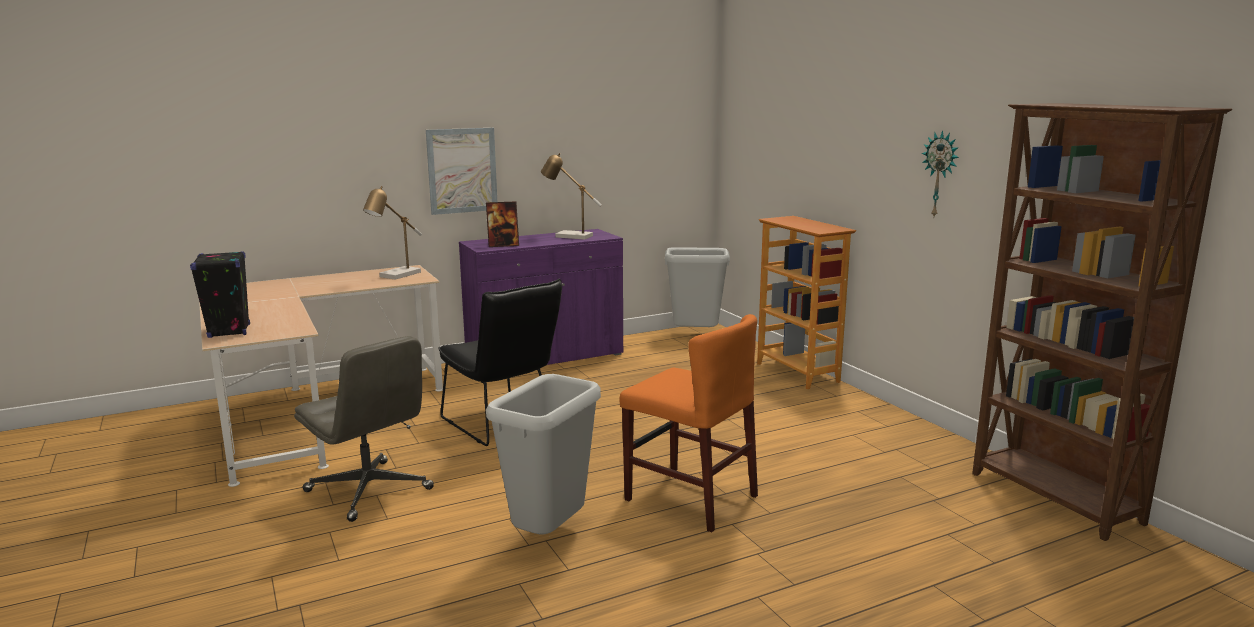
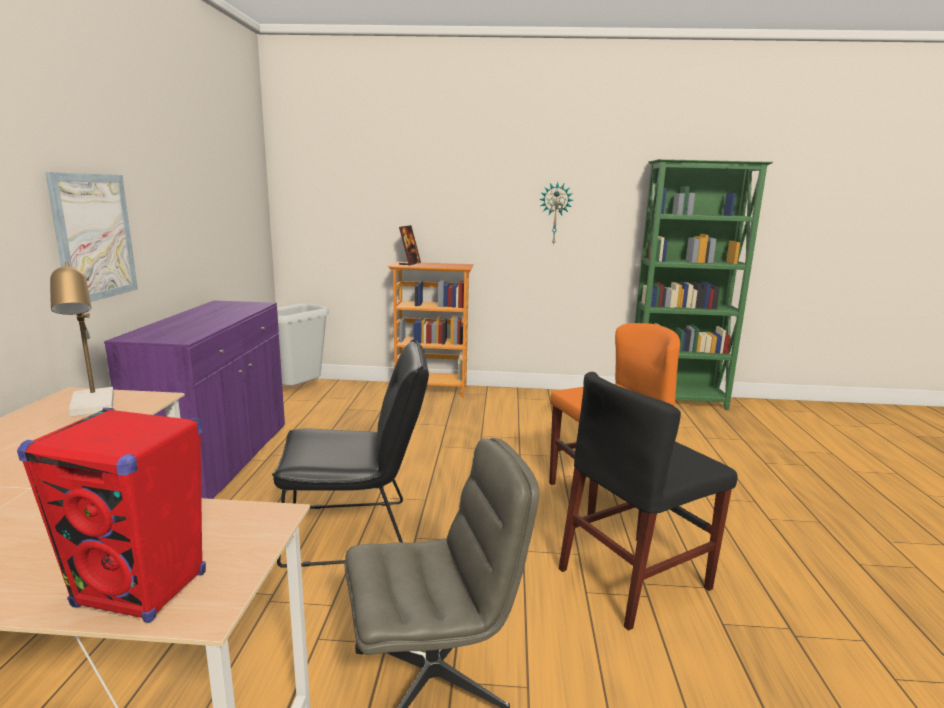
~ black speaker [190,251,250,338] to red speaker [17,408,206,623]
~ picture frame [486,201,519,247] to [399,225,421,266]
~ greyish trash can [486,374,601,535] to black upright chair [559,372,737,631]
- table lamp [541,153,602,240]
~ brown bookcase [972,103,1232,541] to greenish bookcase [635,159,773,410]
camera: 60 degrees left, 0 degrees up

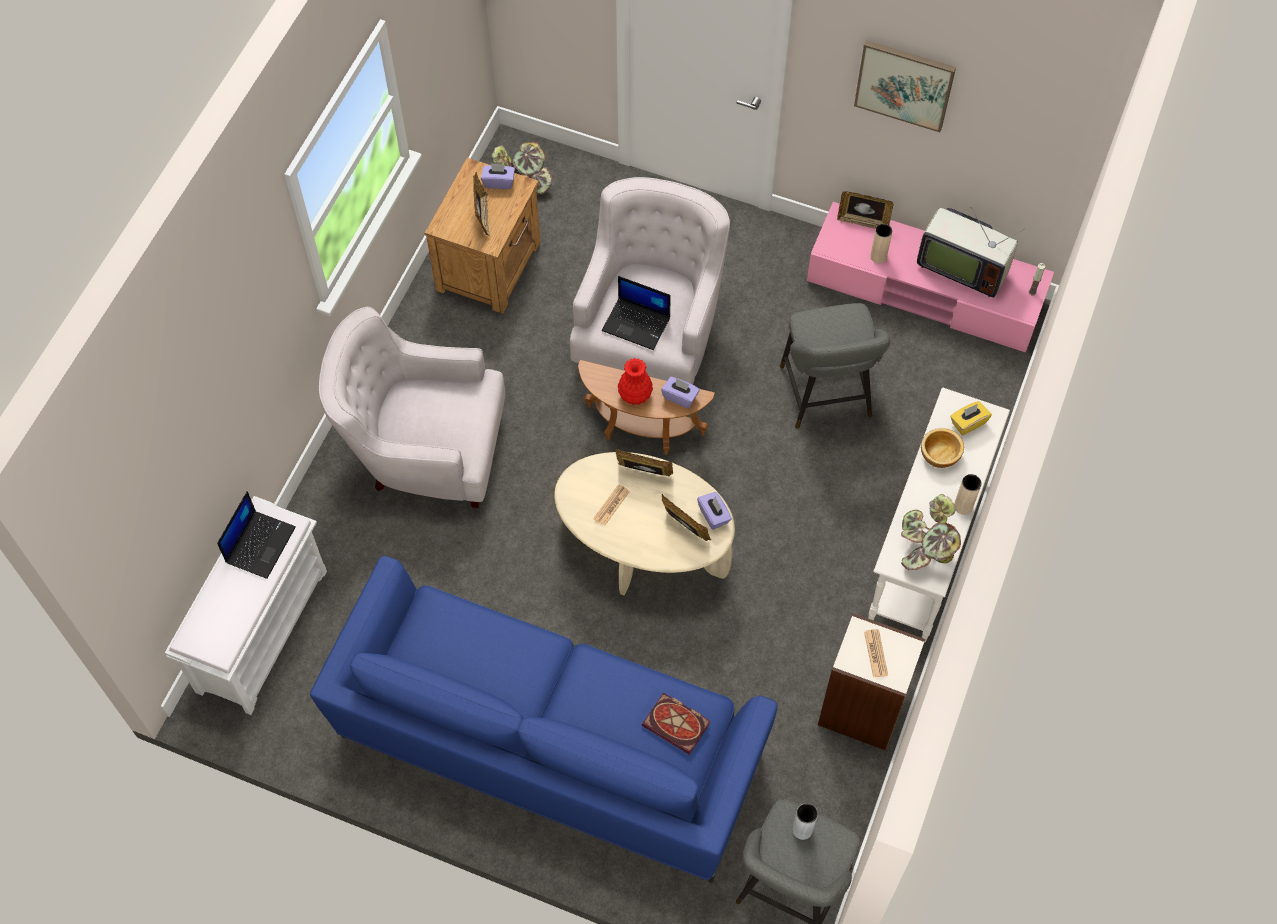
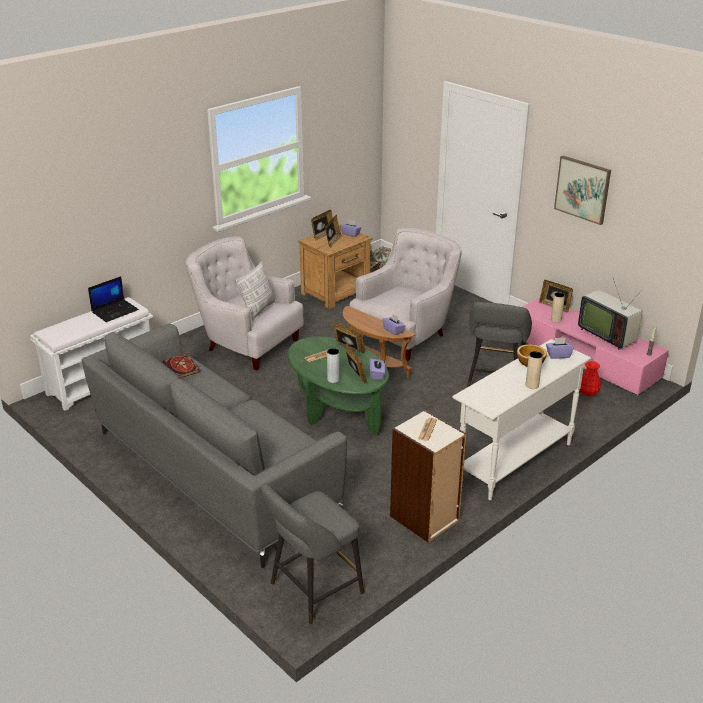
~ bluish sofa [310,556,778,883] to greyish sofa [81,324,347,568]
~ sand-coloured low table [554,452,735,595] to greenish low table [287,337,389,435]
- portable computer [602,276,671,350]
~ red vase [618,358,653,405] to [579,361,601,396]
~ bound book [642,692,710,755] to [163,353,200,378]
~ greyish vase [793,803,818,840] to [327,348,340,383]
- houseplant [901,494,961,570]
~ yellow-coloured tissue holder [950,401,992,436] to purplish tissue holder [546,338,574,359]
+ pillow [235,261,277,322]
+ picture frame [311,210,333,240]
camera: 25 degrees right, 30 degrees down

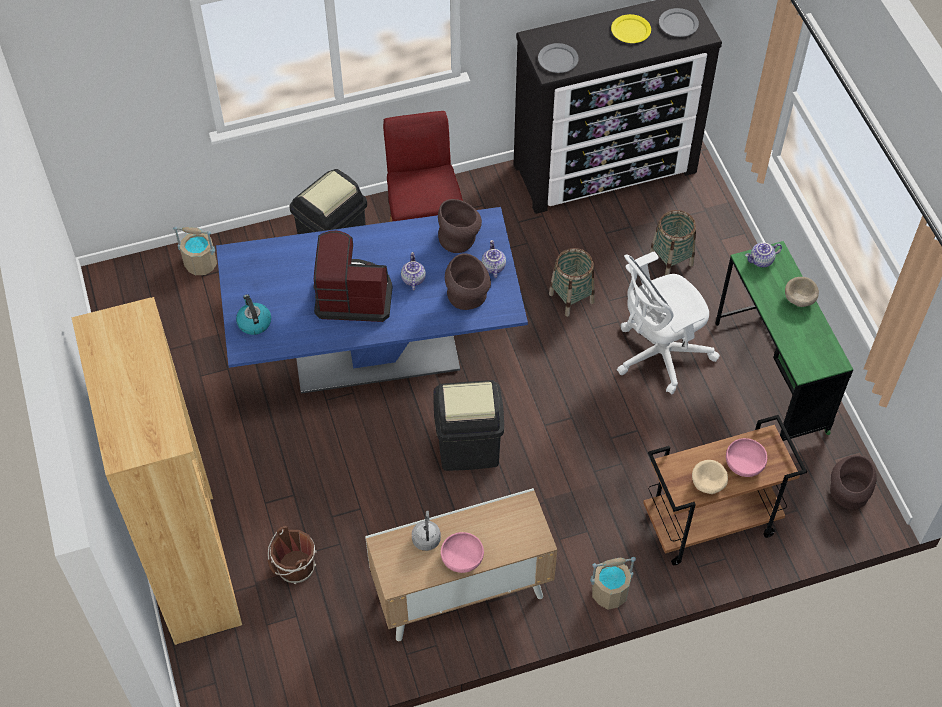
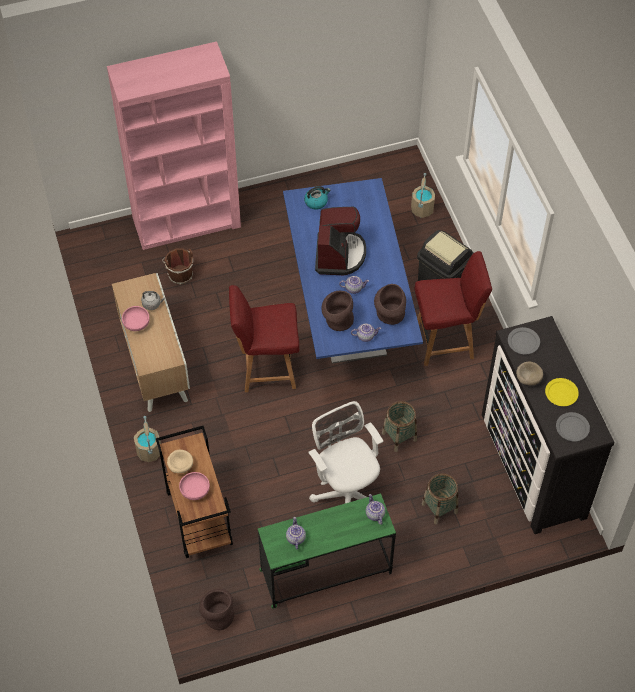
~ brown bookcase [72,297,242,645] to pinkish bookcase [107,42,241,250]
~ black trash can [433,380,504,471] to red upright chair [229,285,299,392]
~ sand-coloured deep dish [785,277,819,307] to [516,362,543,385]
+ teapot [286,517,306,550]
camera: 90 degrees right, 0 degrees up

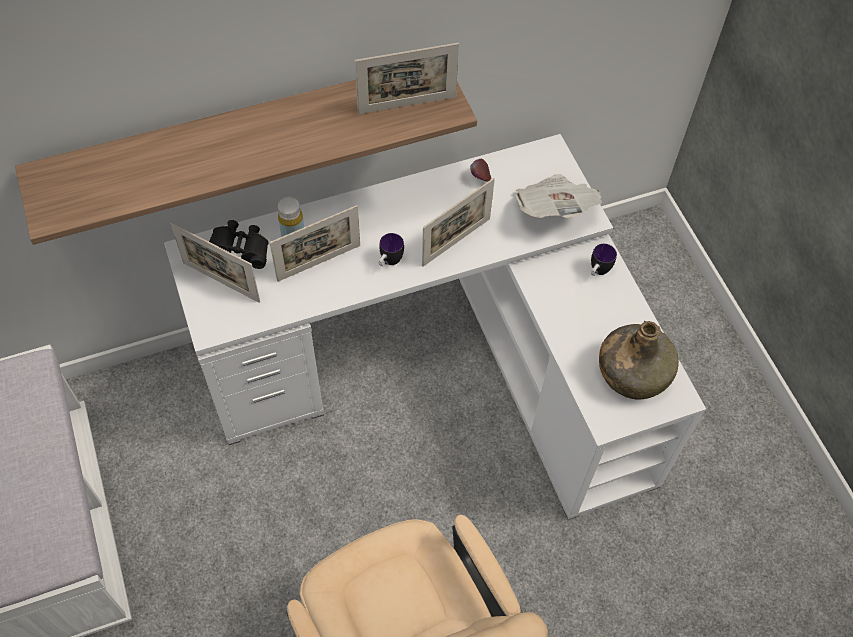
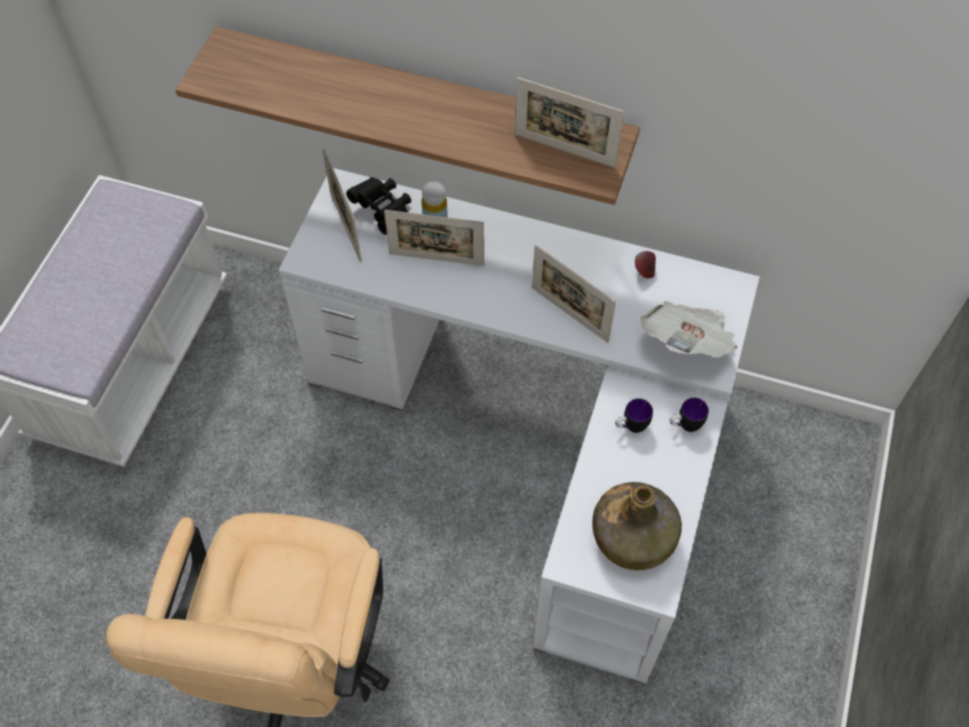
~ mug [379,233,404,266] to [615,399,653,433]
~ picture frame [422,178,495,267] = [532,245,616,343] 45 degrees clockwise
camera: 40 degrees right, 0 degrees up

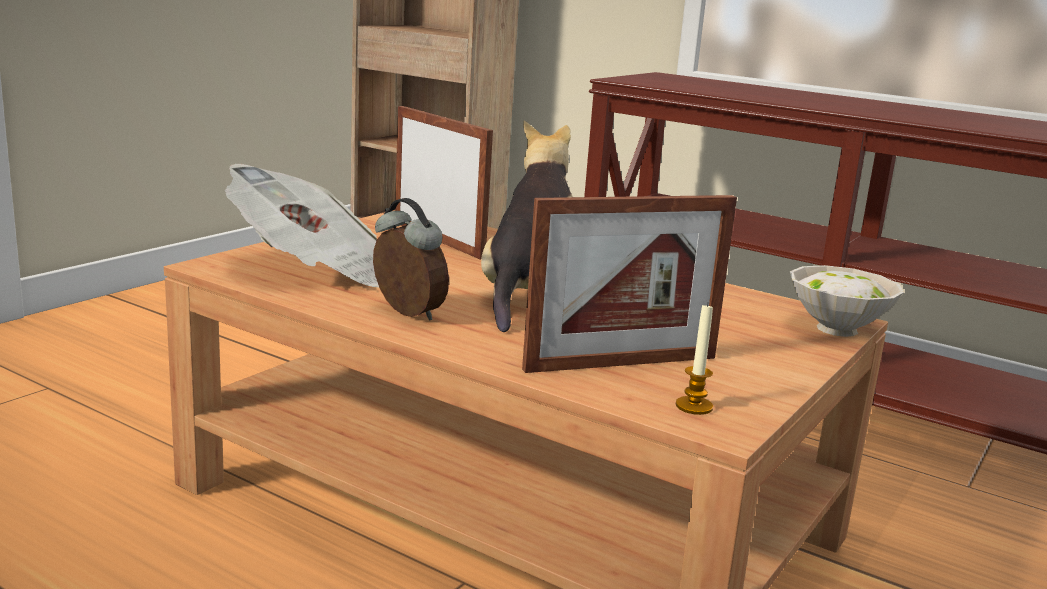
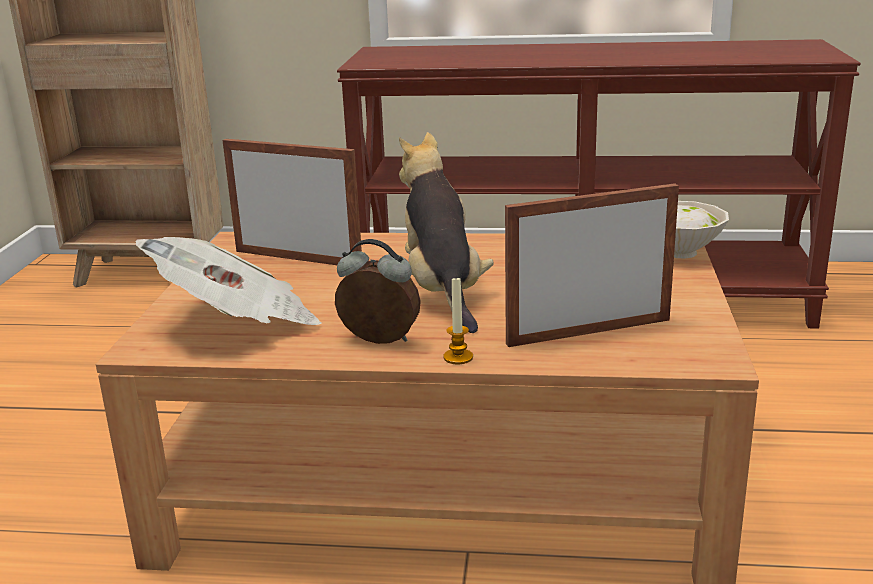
~ picture frame [522,195,737,373] = [505,183,679,347] 150 degrees counterclockwise
~ candle [676,303,713,415] to [443,278,473,364]
camera: 25 degrees left, 5 degrees up

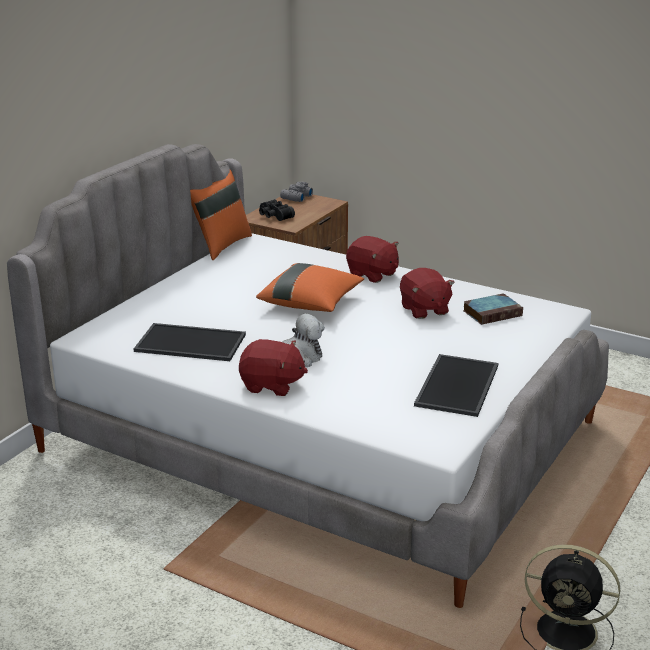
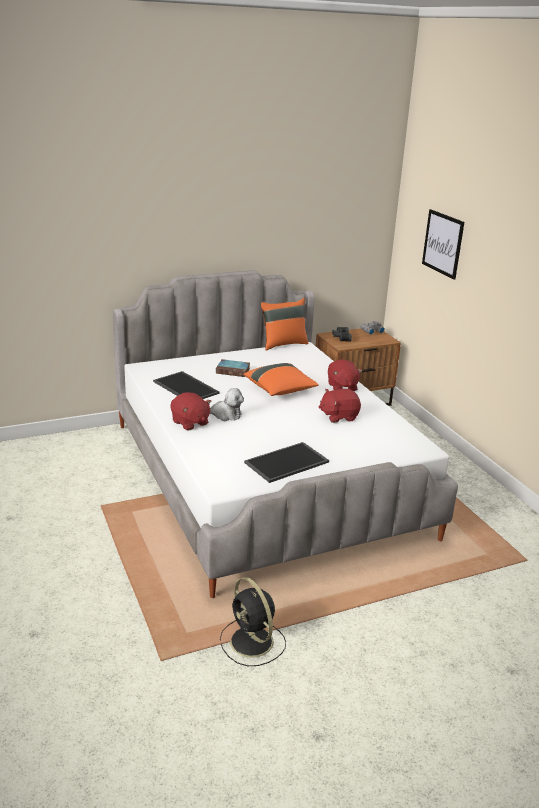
~ red cuddly toy [400,268,455,319] = [319,389,361,423] 60 degrees clockwise
~ bound book [463,293,523,325] to [216,359,250,377]
+ picture [422,209,464,280]
camera: 35 degrees right, 0 degrees up

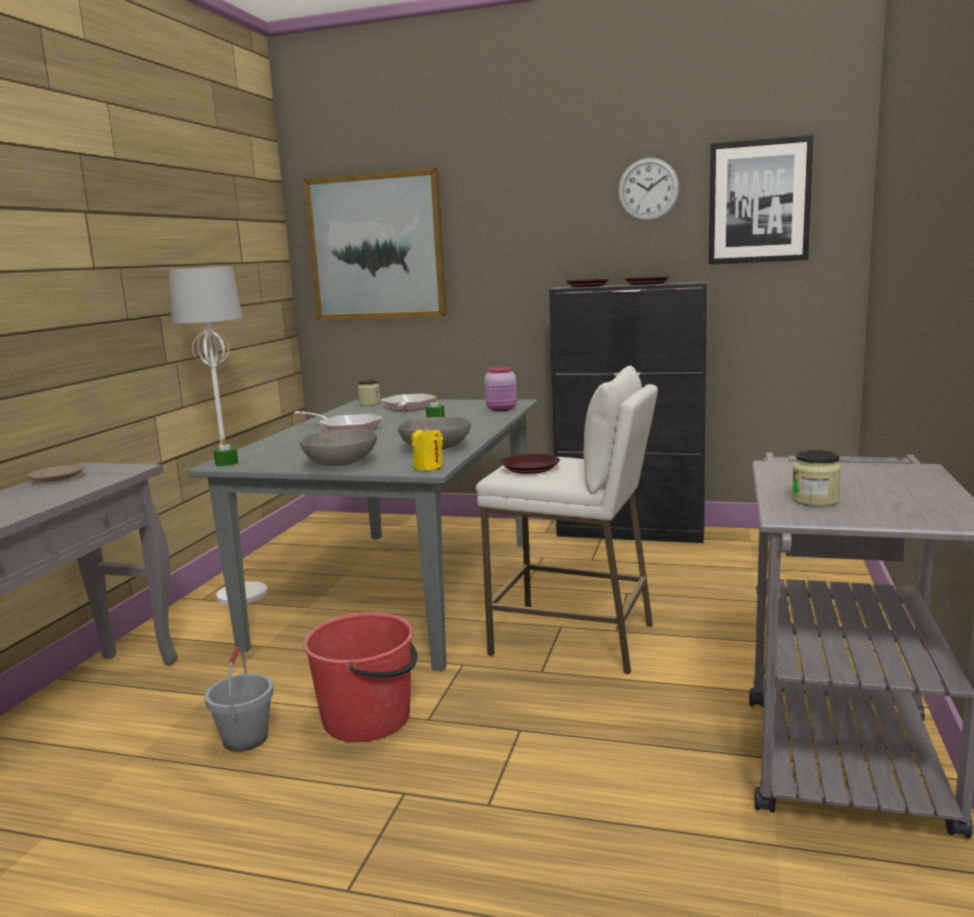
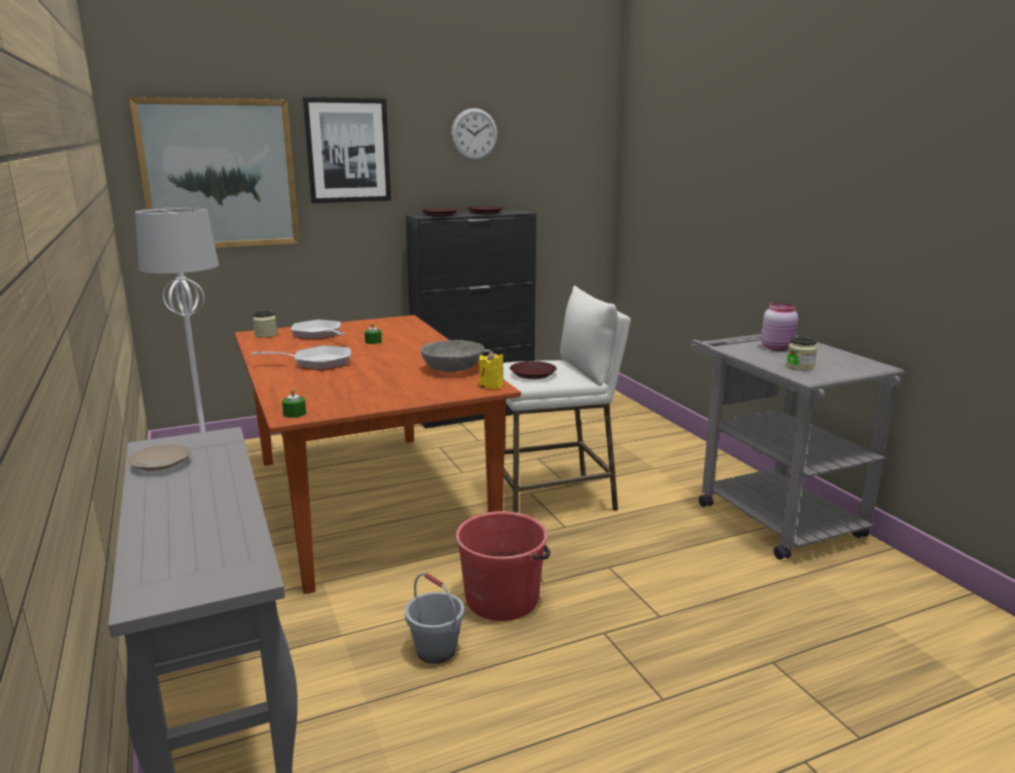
~ greyish dining table [188,400,537,671] to brown dining table [235,315,521,594]
- greyish deep dish [299,429,377,466]
~ pinkish preserve jar [484,366,517,411] to [761,303,798,351]
~ picture [709,135,814,264] to [303,97,391,203]
camera: 40 degrees left, 5 degrees up

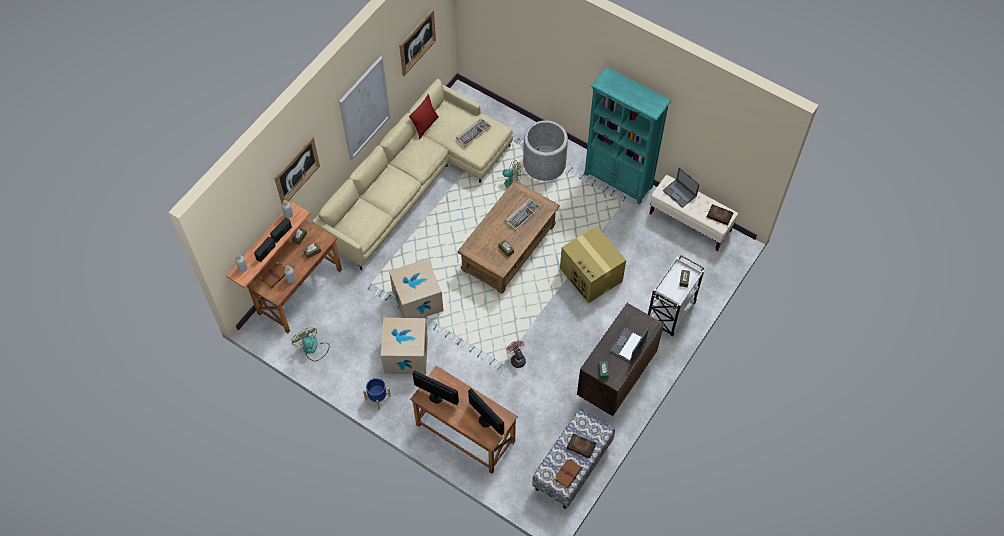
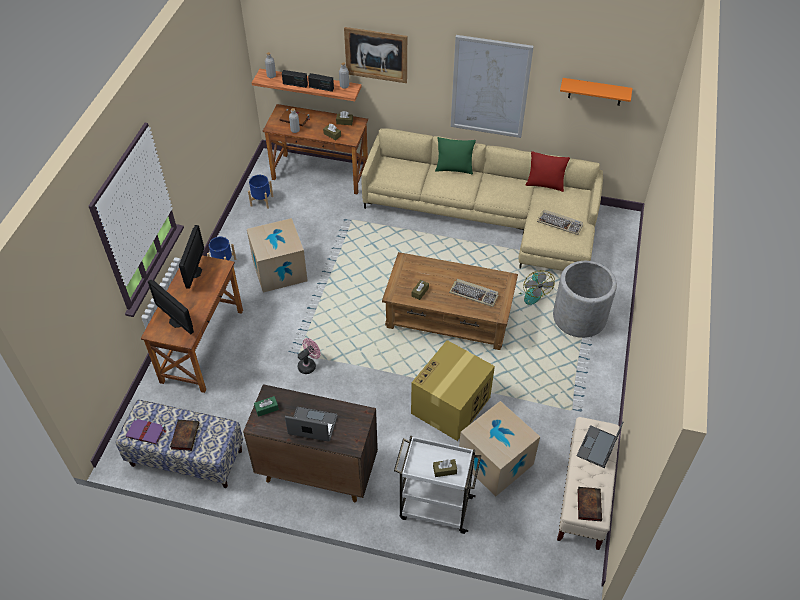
~ electric fan [292,327,330,361] to bluish plant pot [248,175,273,209]
~ carton [389,258,443,318] to [459,401,540,496]
~ picture [399,9,436,76] to orange wall shelf [560,78,632,106]
~ monitor [468,389,504,436] = [148,280,194,334] 105 degrees clockwise
~ brown bound book [554,458,582,489] to purplish bound book [126,418,166,444]
- turquoise-coloured bookcase [584,67,671,205]
+ greenish pillow [435,137,476,174]
camera: 70 degrees right, 10 degrees down

